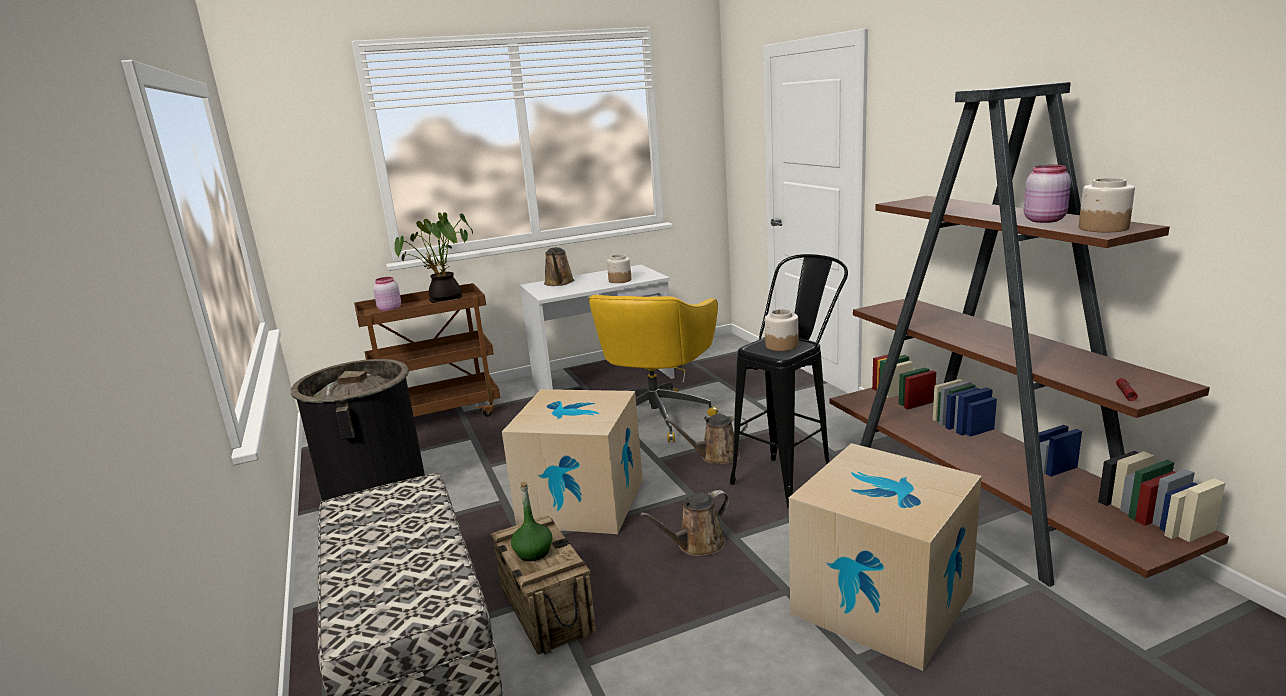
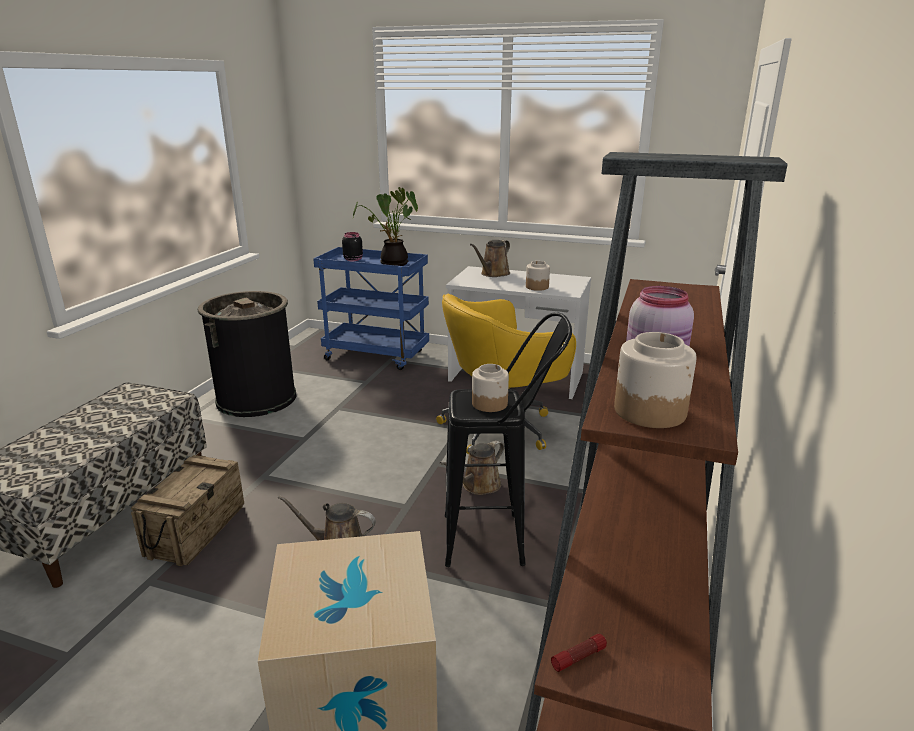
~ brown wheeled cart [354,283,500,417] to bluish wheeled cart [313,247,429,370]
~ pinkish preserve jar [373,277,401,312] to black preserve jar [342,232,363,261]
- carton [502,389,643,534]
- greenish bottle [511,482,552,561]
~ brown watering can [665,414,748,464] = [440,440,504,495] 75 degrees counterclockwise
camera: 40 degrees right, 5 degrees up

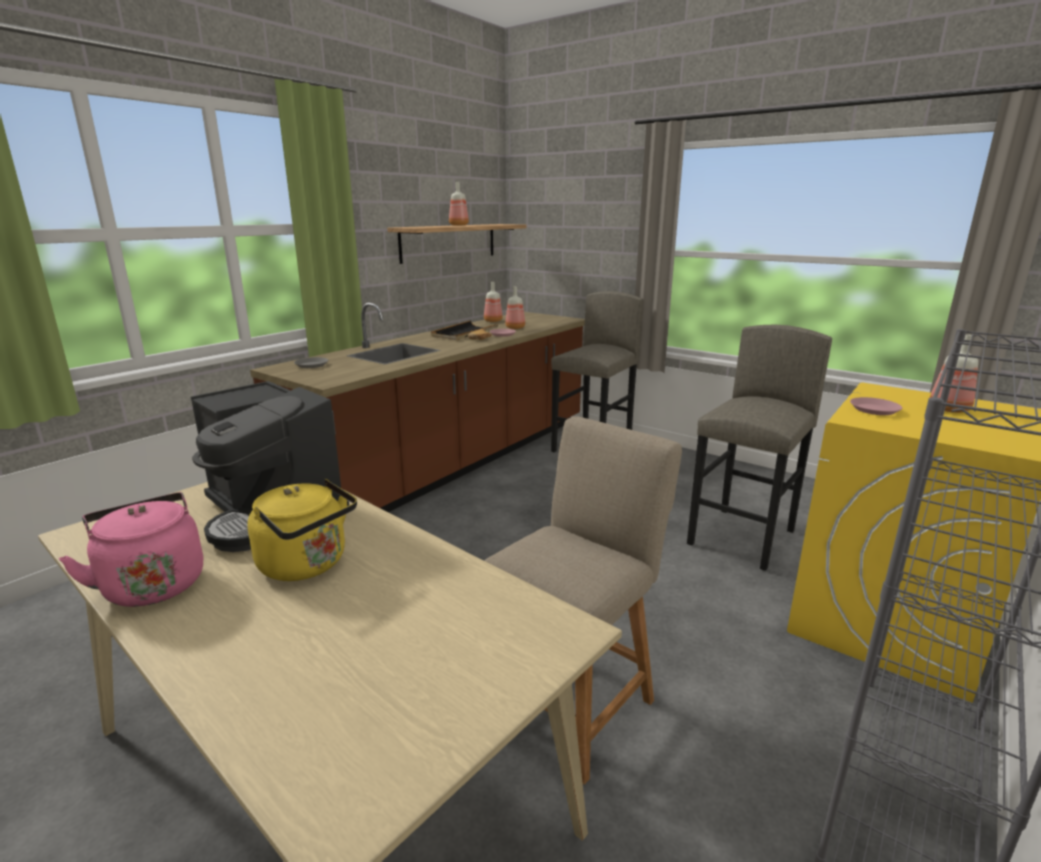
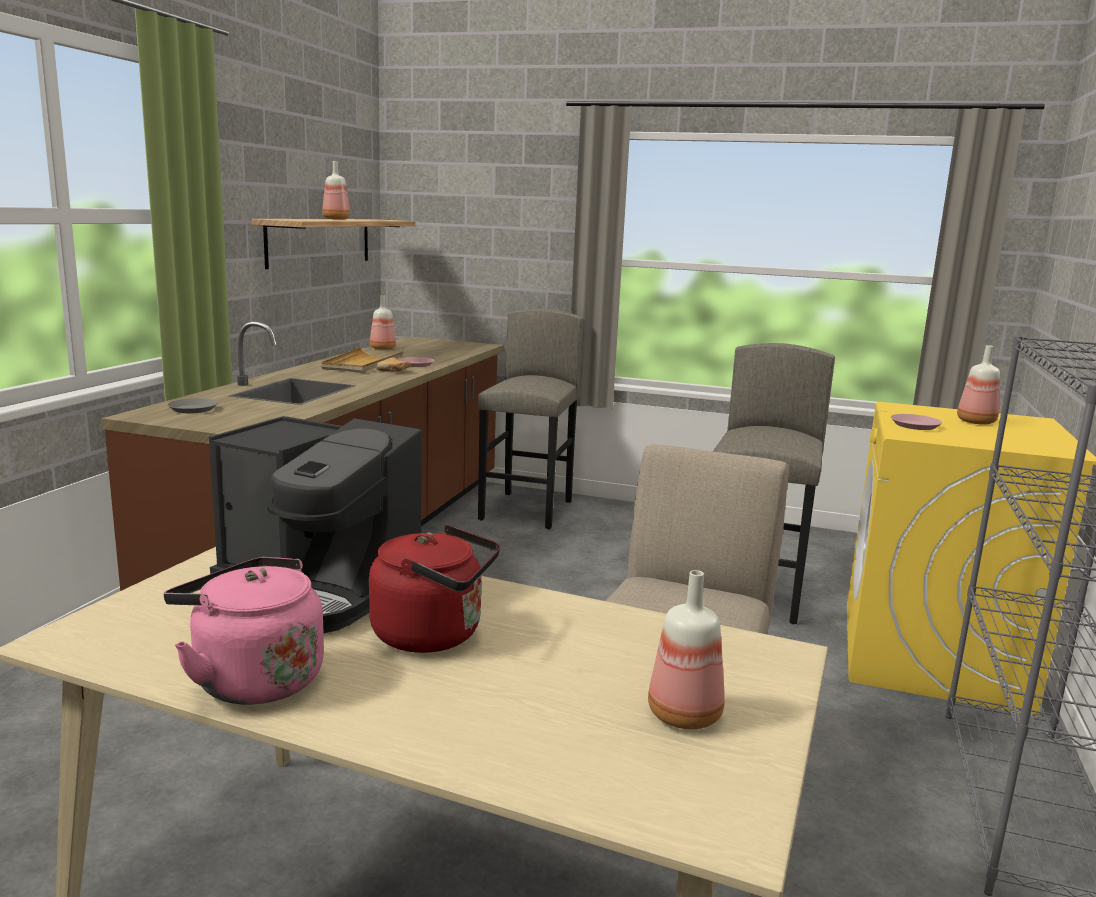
~ yellow-coloured kettle [247,479,357,581] to red kettle [369,525,500,653]
~ black tray [431,321,498,340] to sand-coloured tray [321,347,404,373]
~ bottle [505,286,525,329] to [648,570,725,729]
camera: 20 degrees left, 5 degrees down

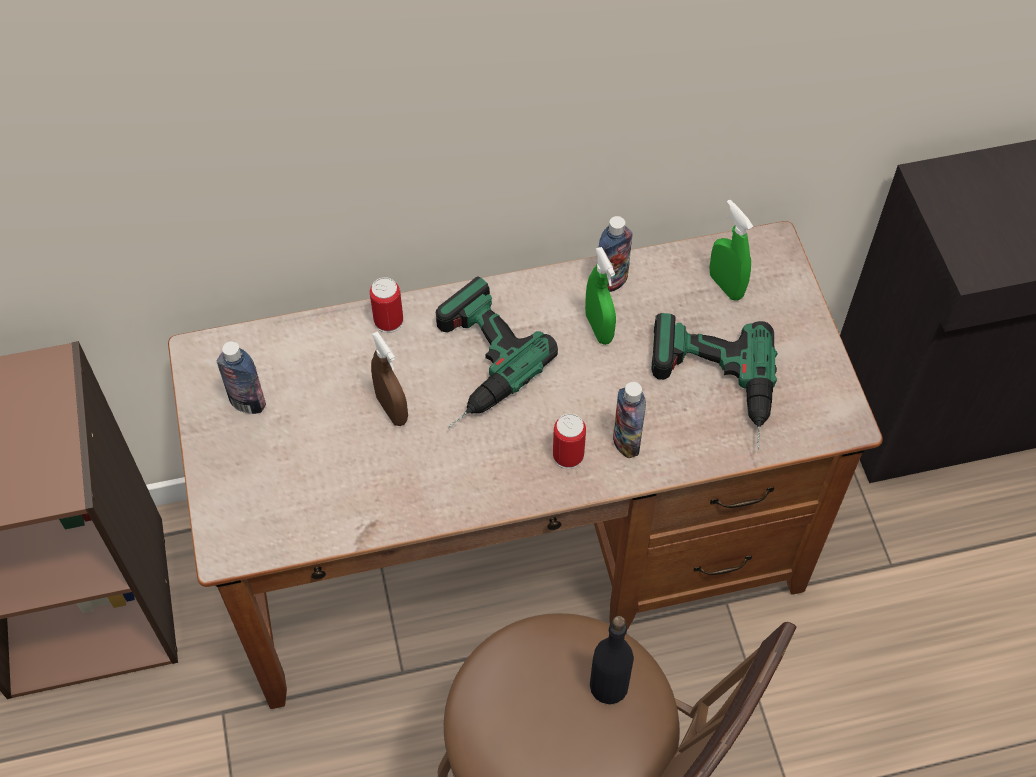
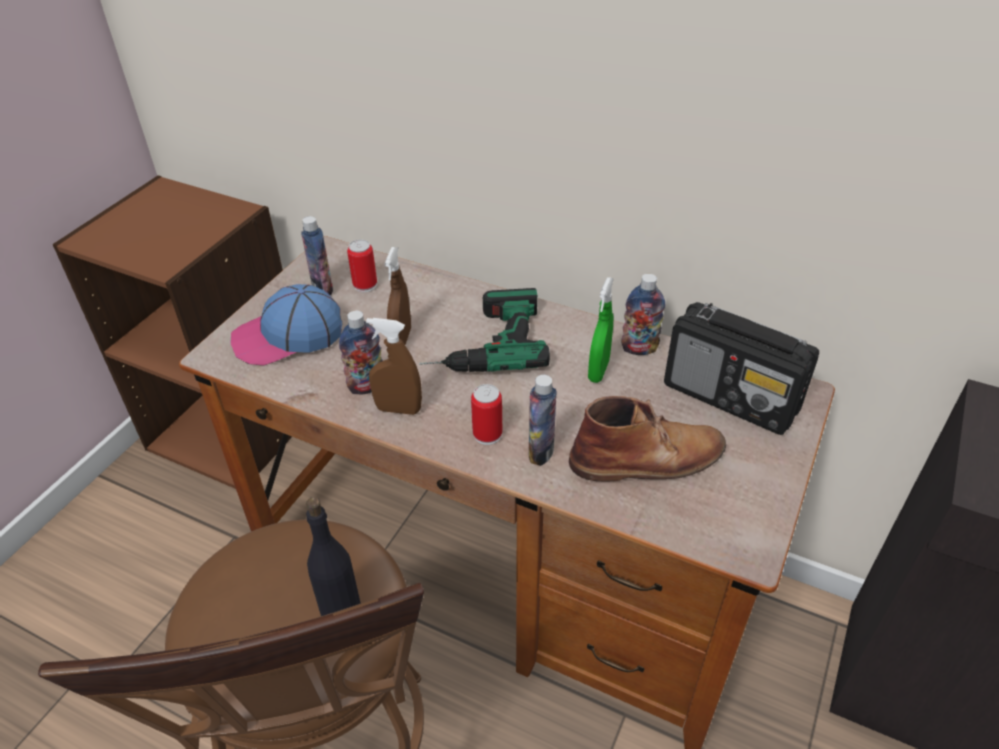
~ can [370,277,403,333] to [347,239,377,292]
~ drill [651,313,777,449] to brown tall boot [569,396,726,481]
~ greenish hand sprayer [710,199,753,301] to radio set [664,302,819,435]
+ baseball cap [230,284,342,366]
+ bottle [339,311,383,394]
+ brown hand sprayer [366,318,422,415]
camera: 40 degrees right, 15 degrees down

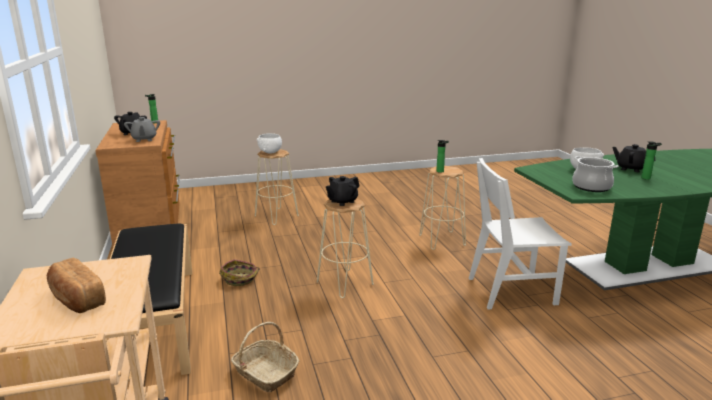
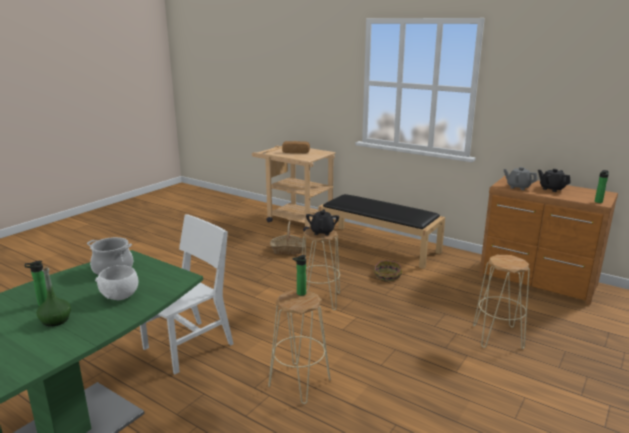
- white-coloured deep dish [257,133,282,154]
~ black teapot [613,144,655,172] to greenish bottle [37,266,71,327]
camera: 140 degrees right, 0 degrees up

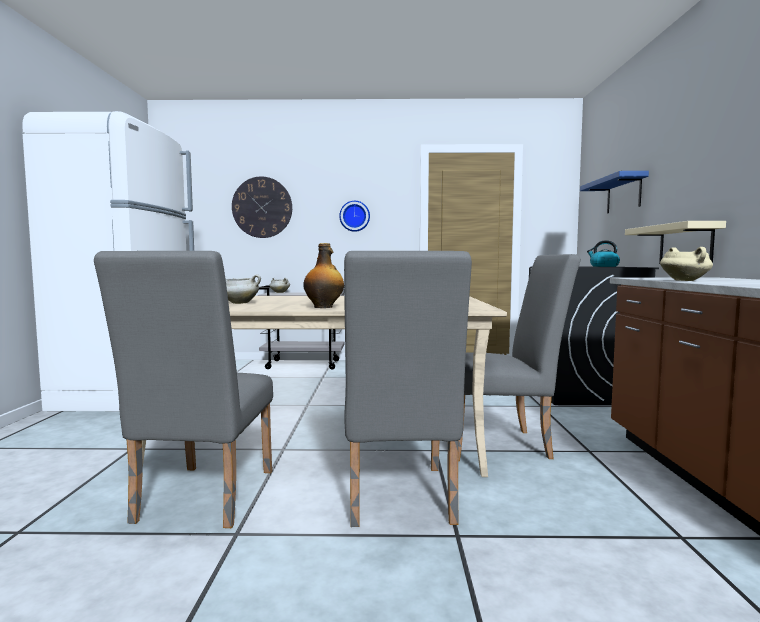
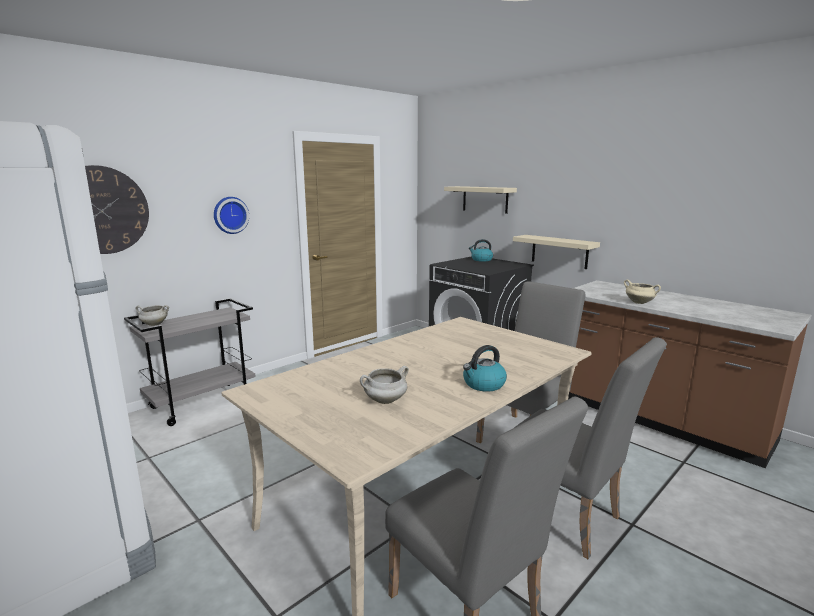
~ bottle [303,243,344,308] to kettle [463,345,507,392]
~ bluish wall shelf [580,171,649,214] to sand-coloured wall shelf [444,186,517,214]
camera: 45 degrees left, 10 degrees up

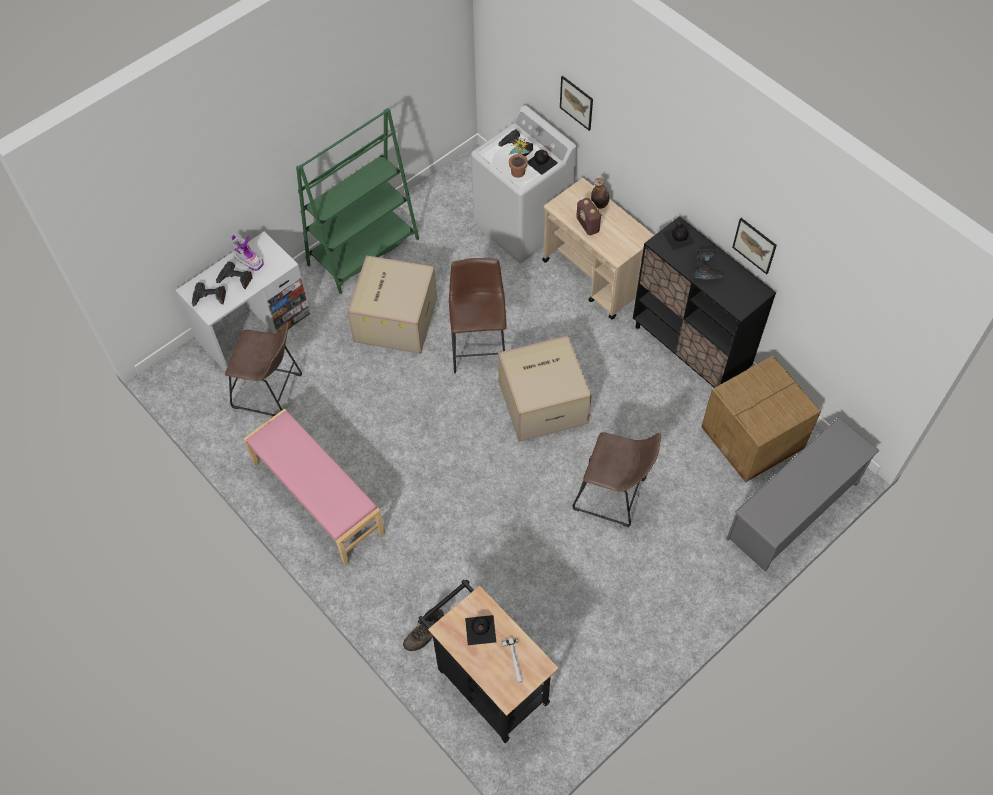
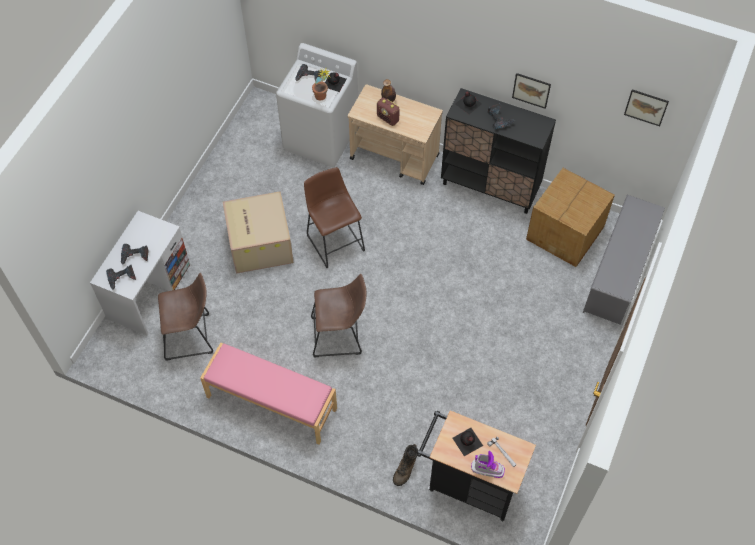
~ tall boot [232,235,264,271] to [471,451,505,478]
- greenish bookcase [296,108,419,294]
- carton [498,335,592,442]
~ picture [560,76,593,131] to [624,89,669,126]
~ brown stool seat [572,432,661,527] to [311,274,367,358]
camera: 25 degrees left, 0 degrees up

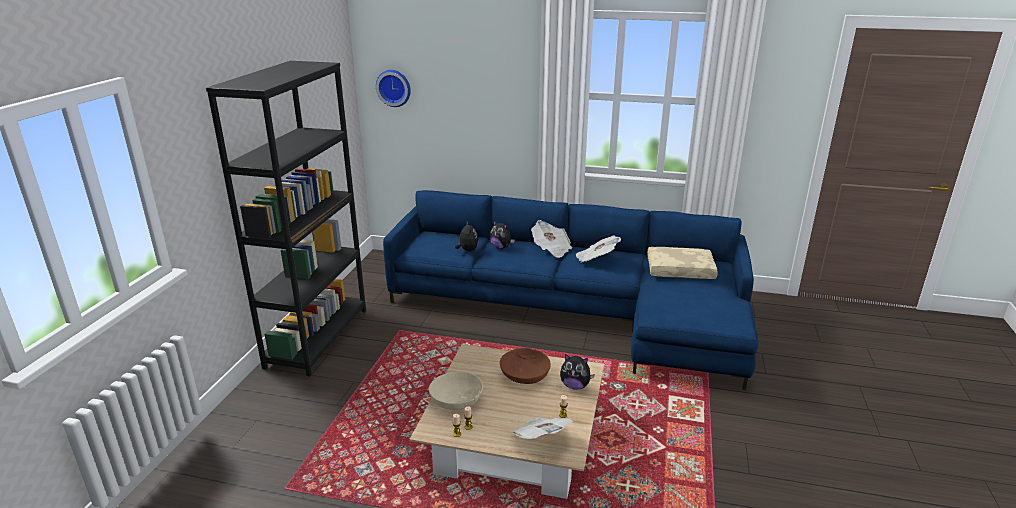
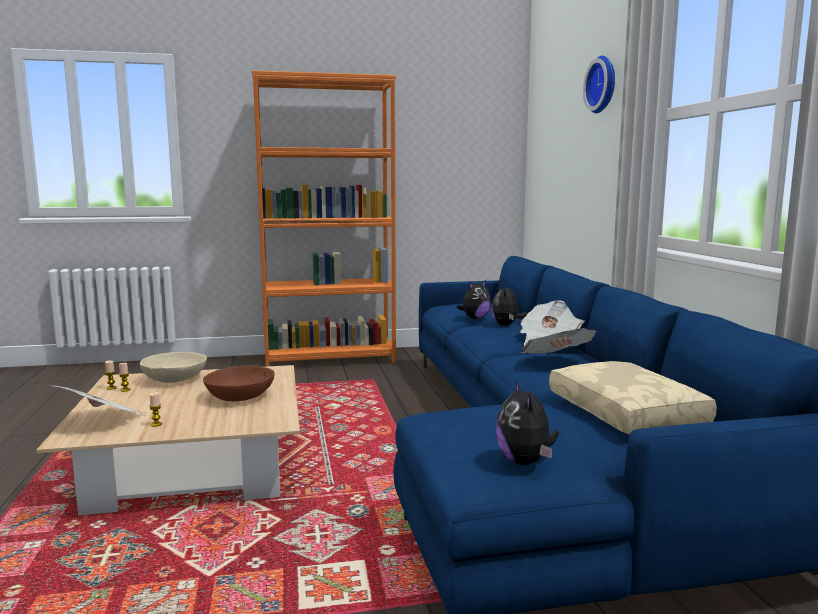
~ black bookcase [206,61,366,376] to orange bookcase [252,70,396,367]
~ wall clock [376,70,411,107] to [583,56,615,113]
~ cuddly toy [560,354,595,390] to [496,380,559,465]
camera: 65 degrees right, 15 degrees down

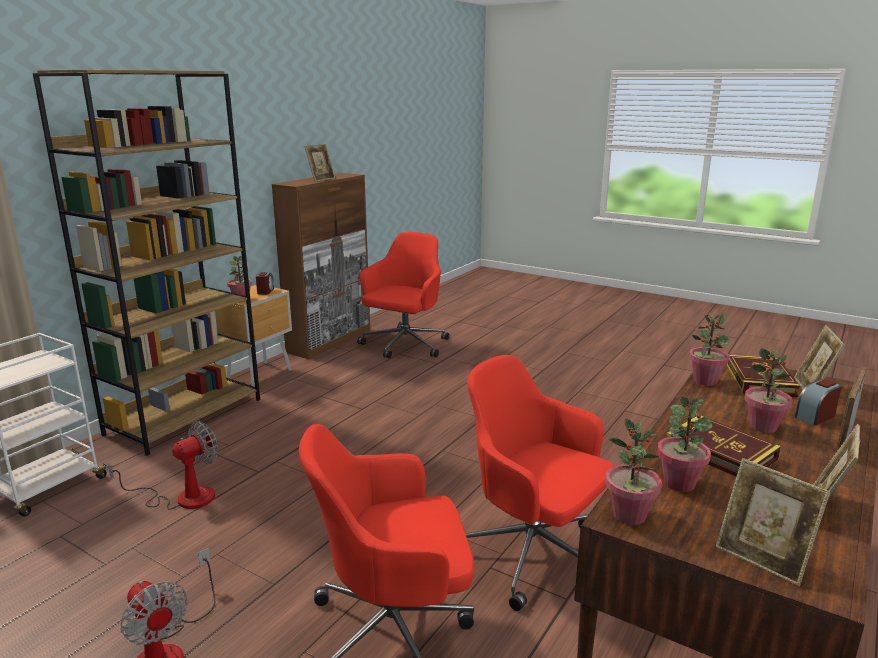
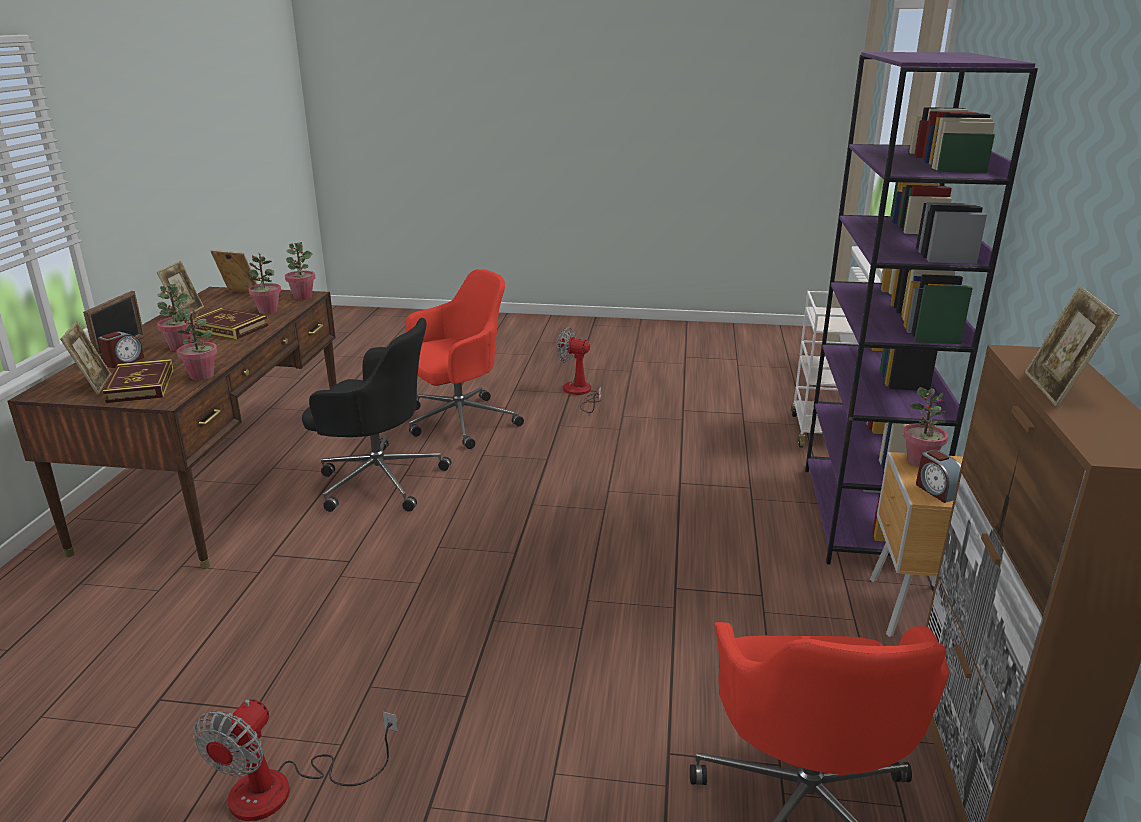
~ brown bookcase [33,69,260,456] to purplish bookcase [805,52,1038,564]
~ electric fan [108,421,218,510] to [193,699,398,821]
~ red office chair [465,355,614,611] to black office chair [302,318,451,512]
camera: 155 degrees right, 5 degrees up

